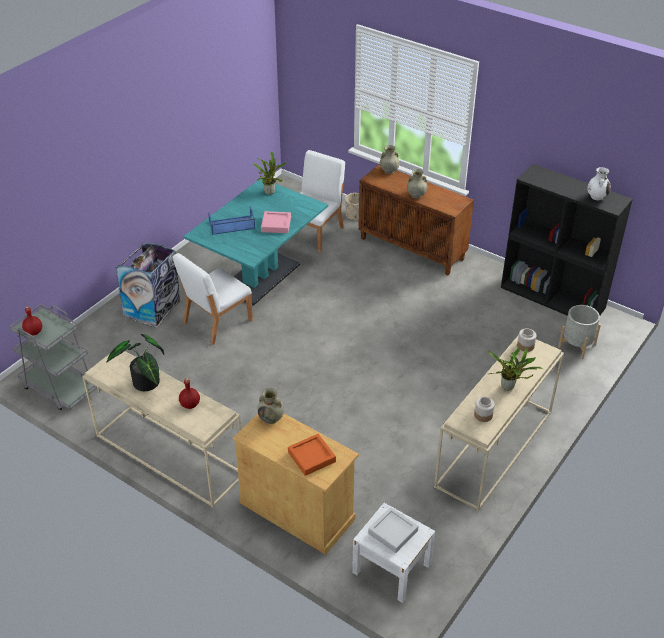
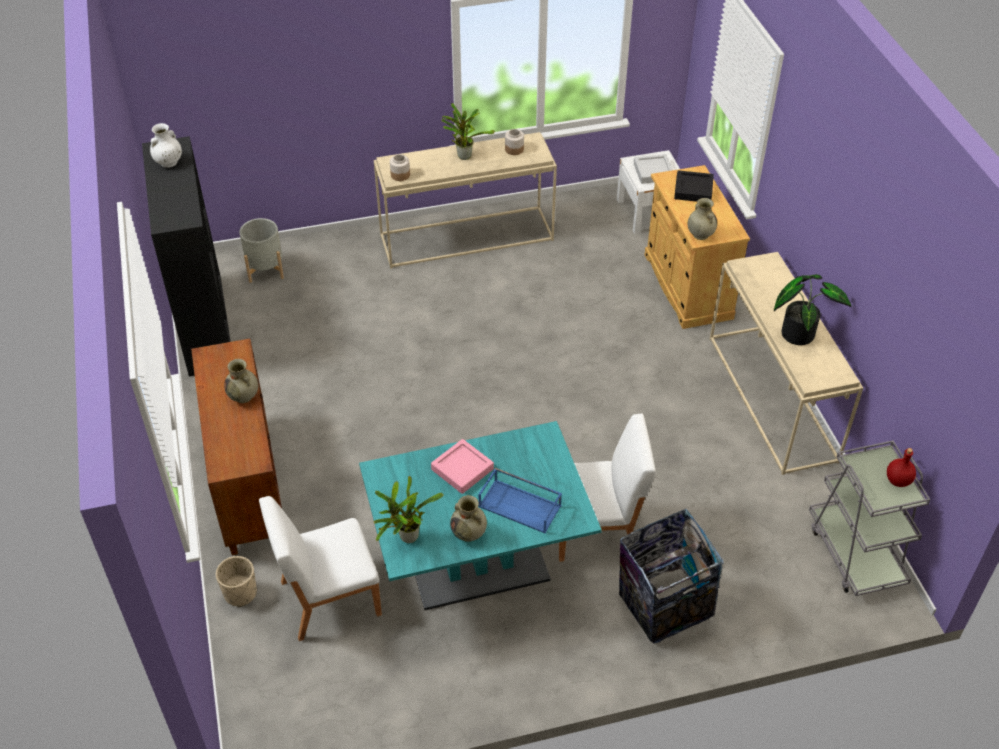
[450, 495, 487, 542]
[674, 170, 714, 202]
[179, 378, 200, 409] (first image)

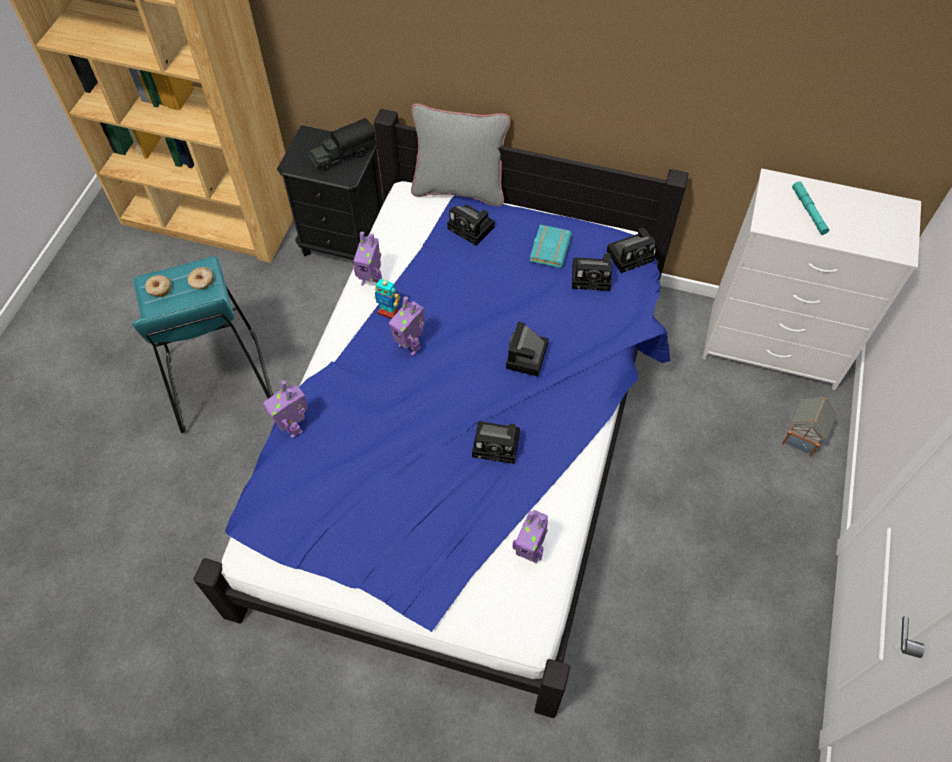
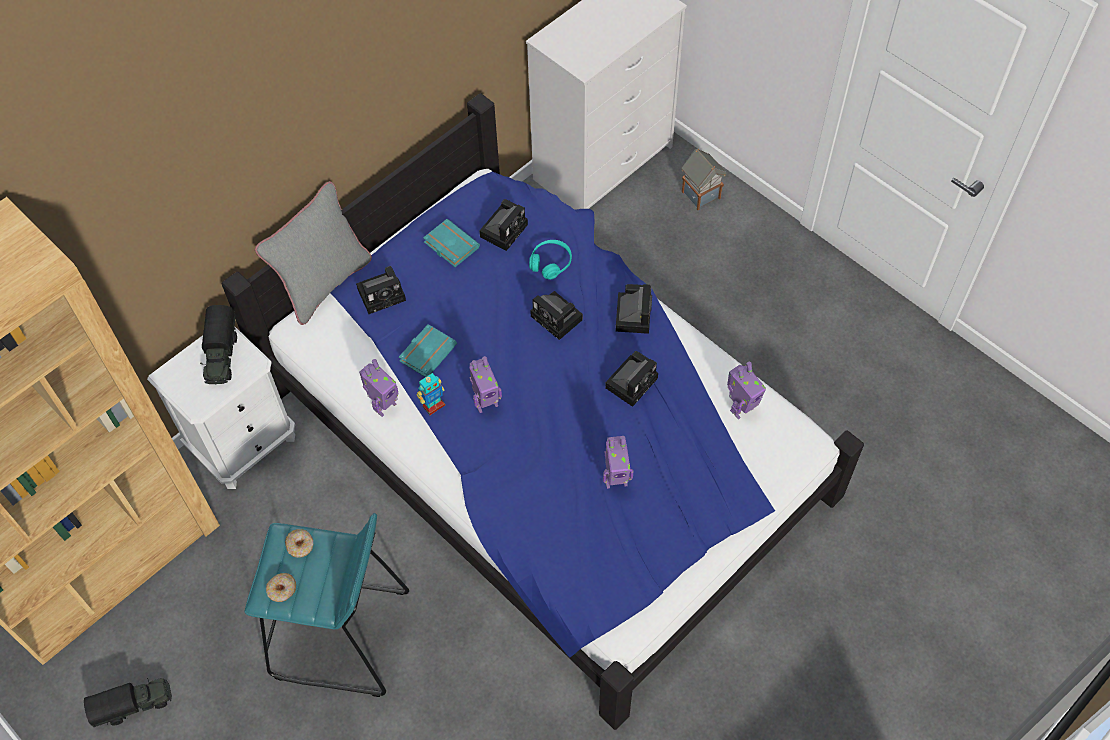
[84, 678, 172, 727]
[147, 327, 295, 489]
[399, 324, 457, 377]
[529, 240, 572, 279]
[603, 436, 633, 489]
[616, 284, 652, 334]
[792, 181, 829, 235] (first image)

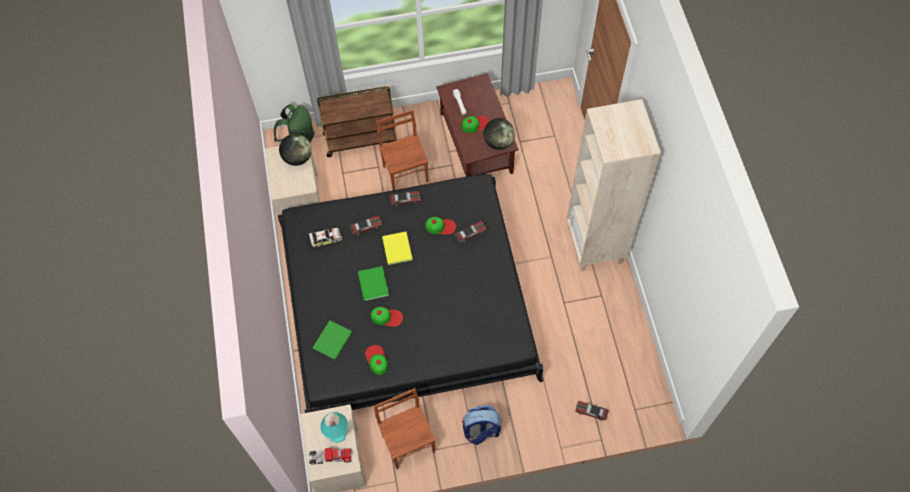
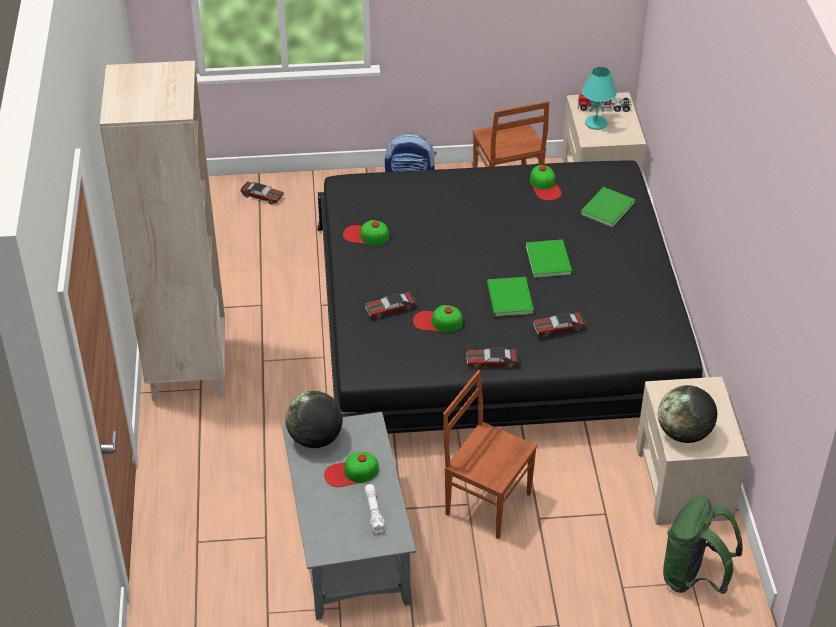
[282, 412, 416, 620]
[343, 220, 390, 245]
[443, 370, 537, 539]
[487, 277, 534, 317]
[308, 228, 342, 247] (first image)
[317, 86, 397, 157] (first image)

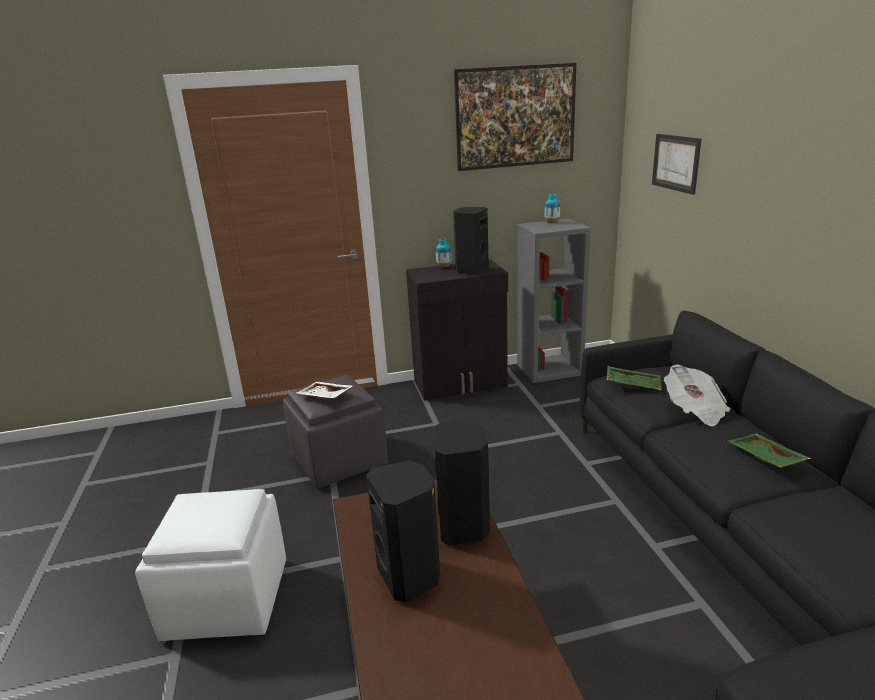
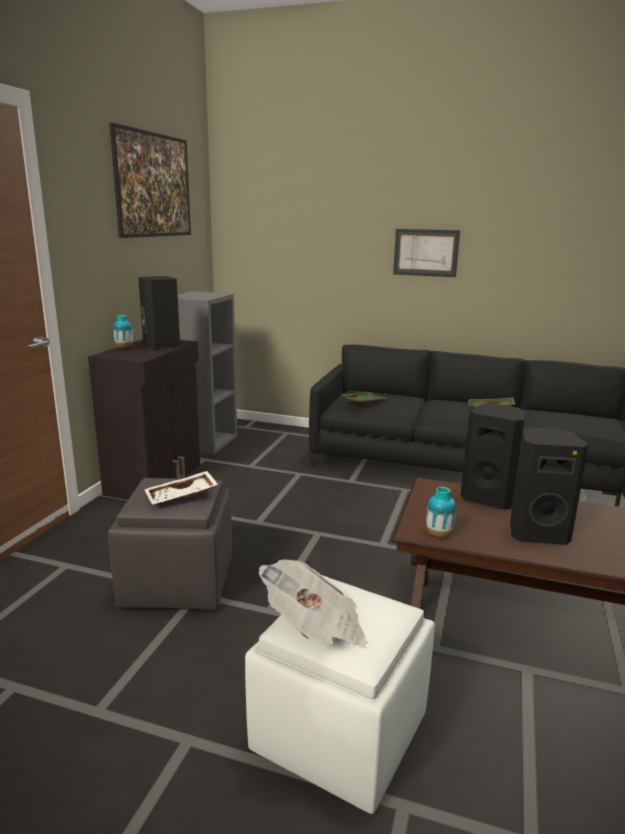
[259, 560, 368, 646]
[393, 229, 460, 277]
[426, 487, 456, 538]

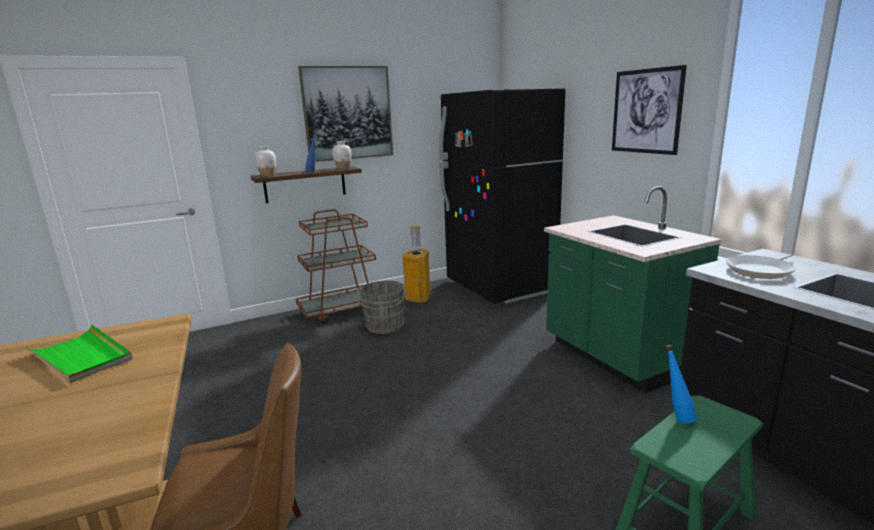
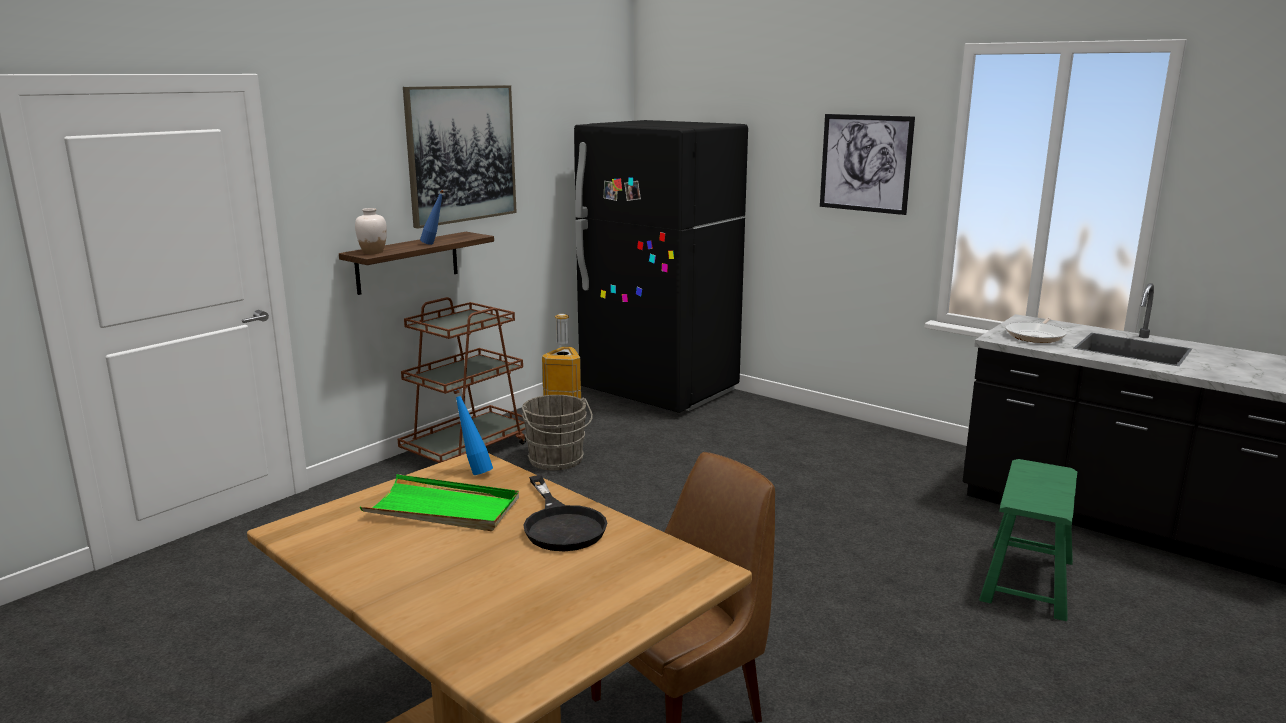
[453, 389, 493, 475]
[523, 475, 607, 551]
[332, 141, 351, 169] (first image)
[544, 186, 722, 393] (first image)

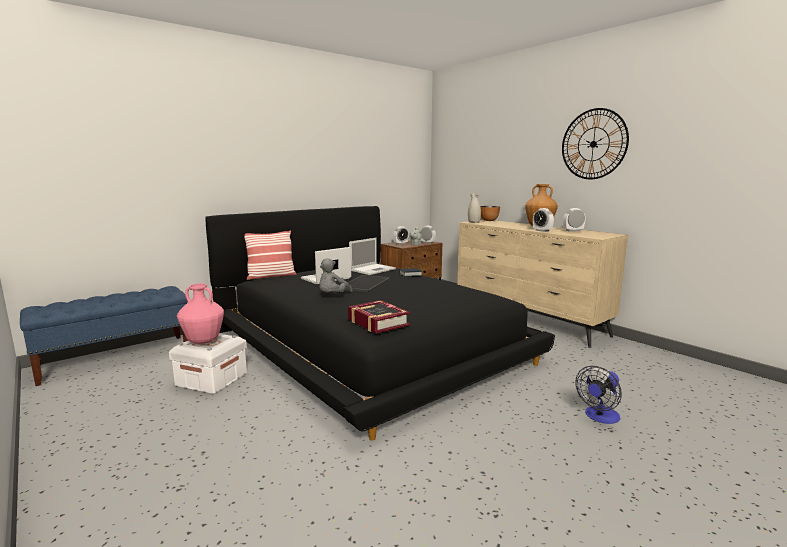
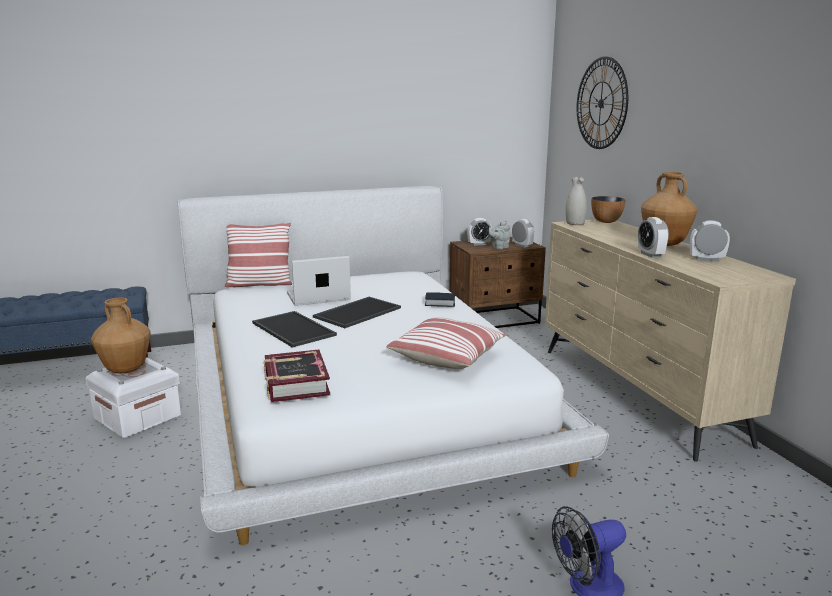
[91, 298, 150, 373]
[178, 186, 609, 545]
[252, 311, 337, 348]
[387, 317, 506, 369]
[577, 56, 628, 149]
[349, 238, 396, 275] (first image)

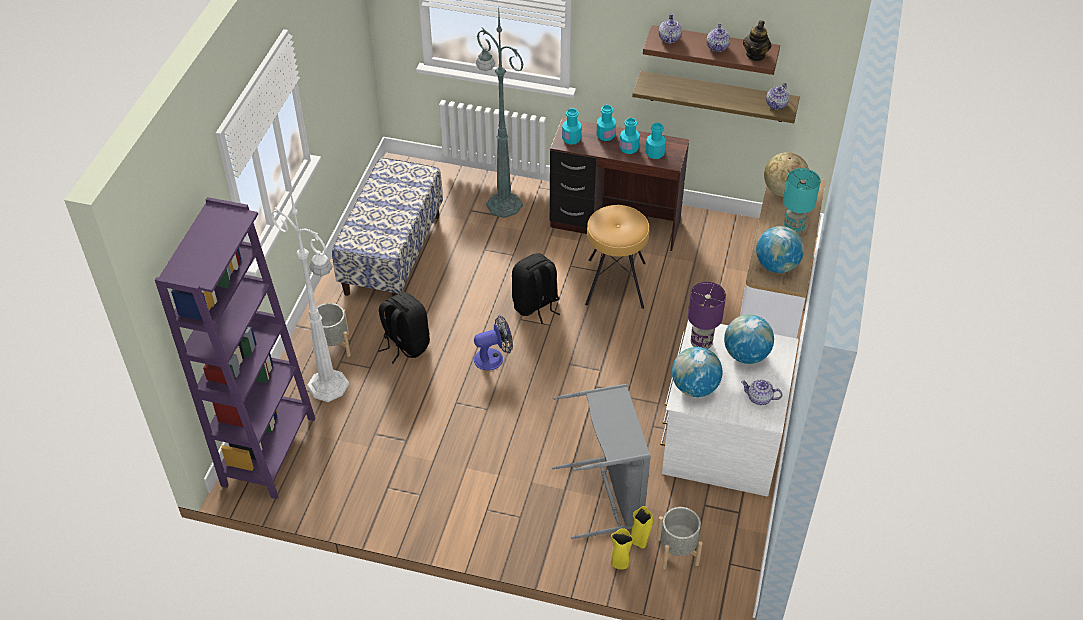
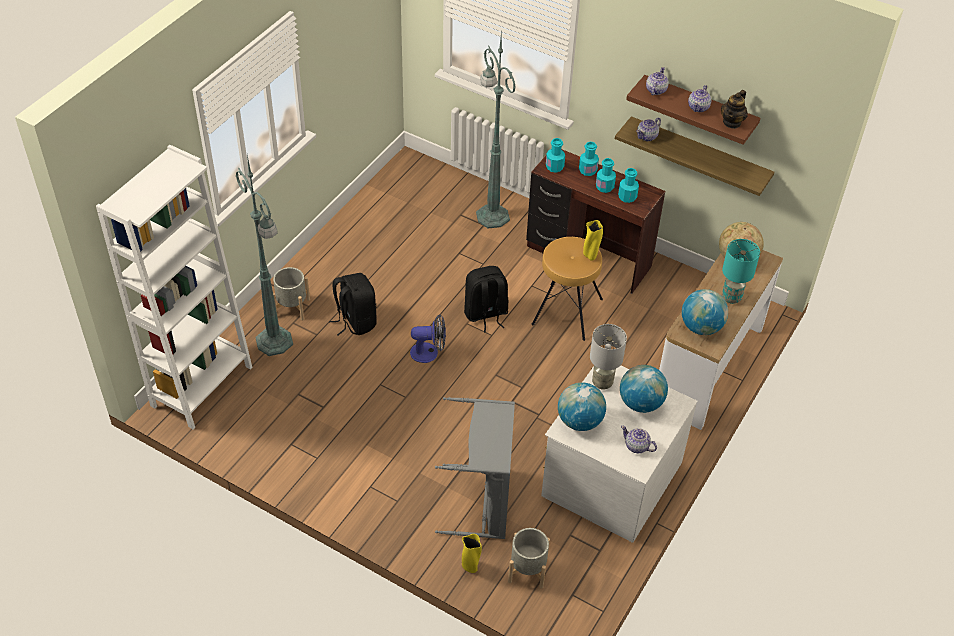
[96, 145, 252, 429]
[235, 155, 293, 356]
[583, 220, 603, 261]
[590, 324, 627, 389]
[636, 118, 661, 141]
[332, 157, 443, 297] (first image)

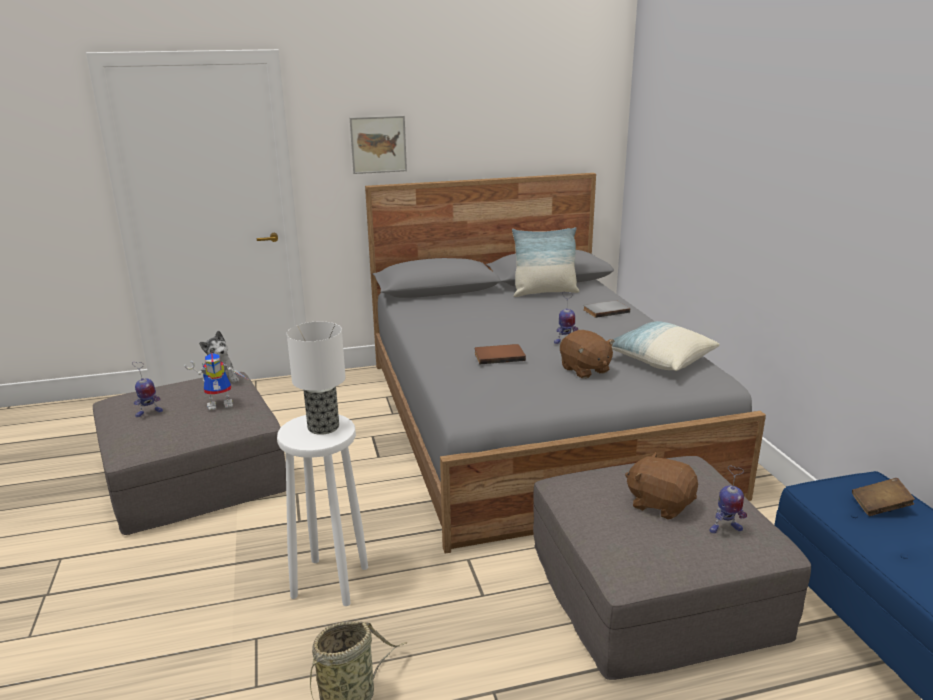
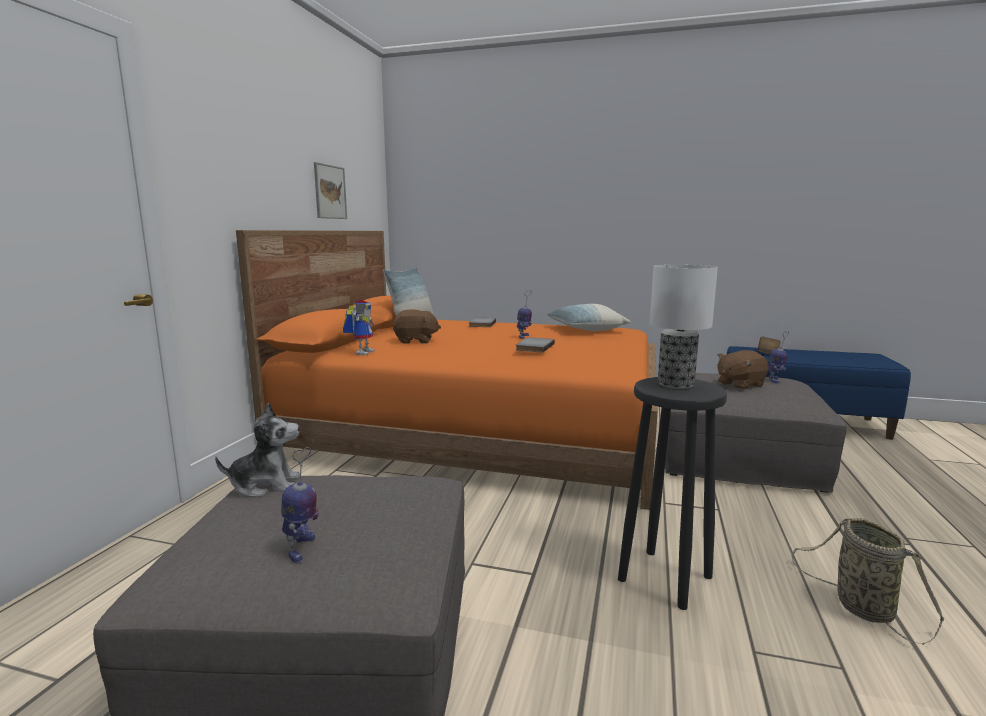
[236, 230, 658, 510]
[314, 162, 347, 219]
[343, 300, 375, 355]
[393, 309, 441, 344]
[516, 337, 555, 353]
[618, 377, 727, 610]

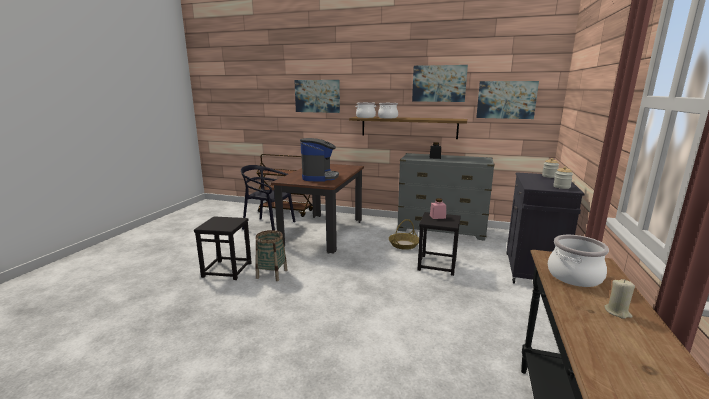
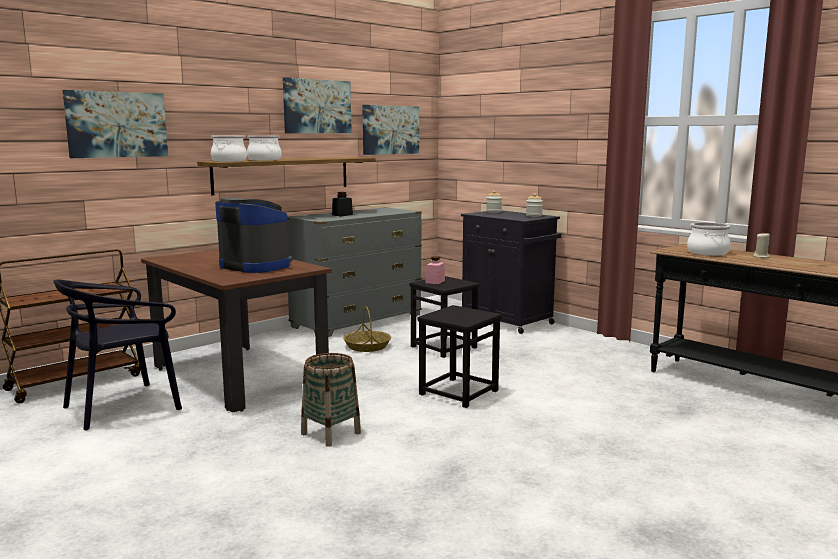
[418, 305, 502, 408]

